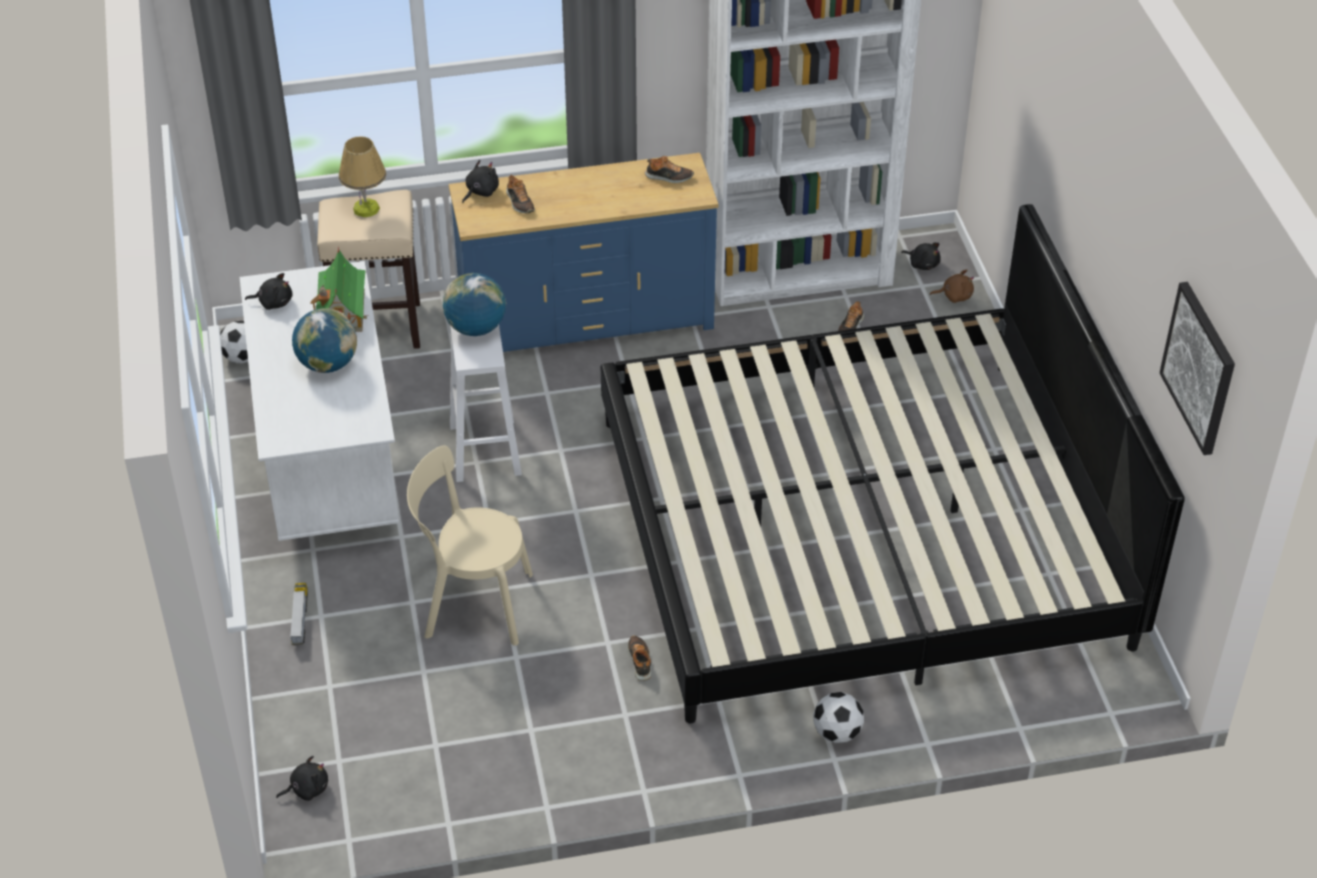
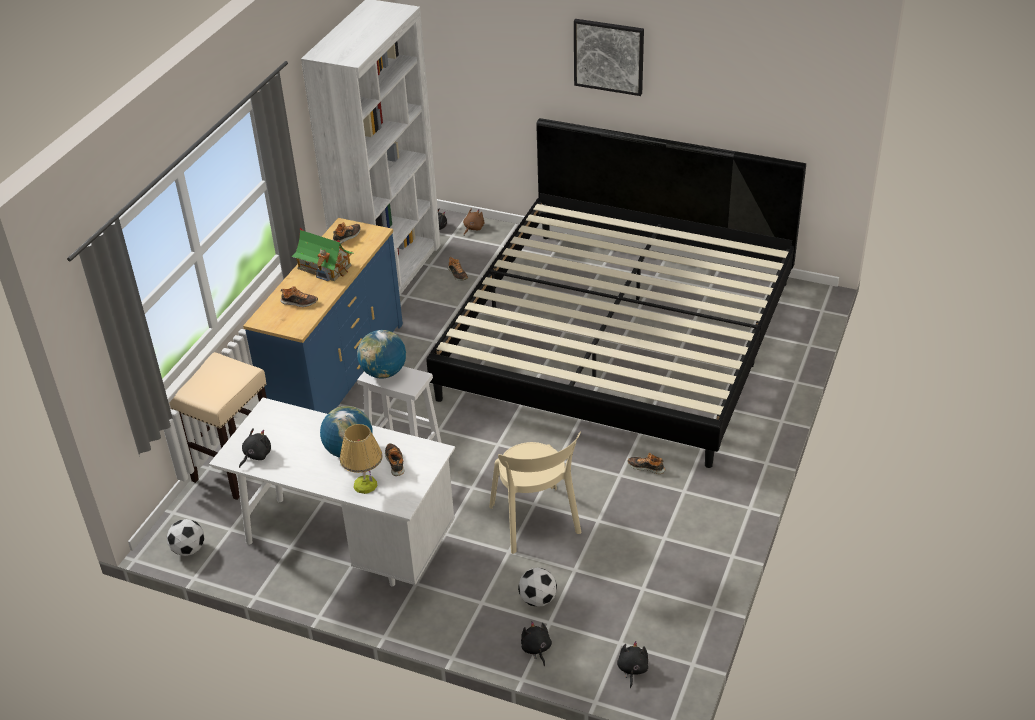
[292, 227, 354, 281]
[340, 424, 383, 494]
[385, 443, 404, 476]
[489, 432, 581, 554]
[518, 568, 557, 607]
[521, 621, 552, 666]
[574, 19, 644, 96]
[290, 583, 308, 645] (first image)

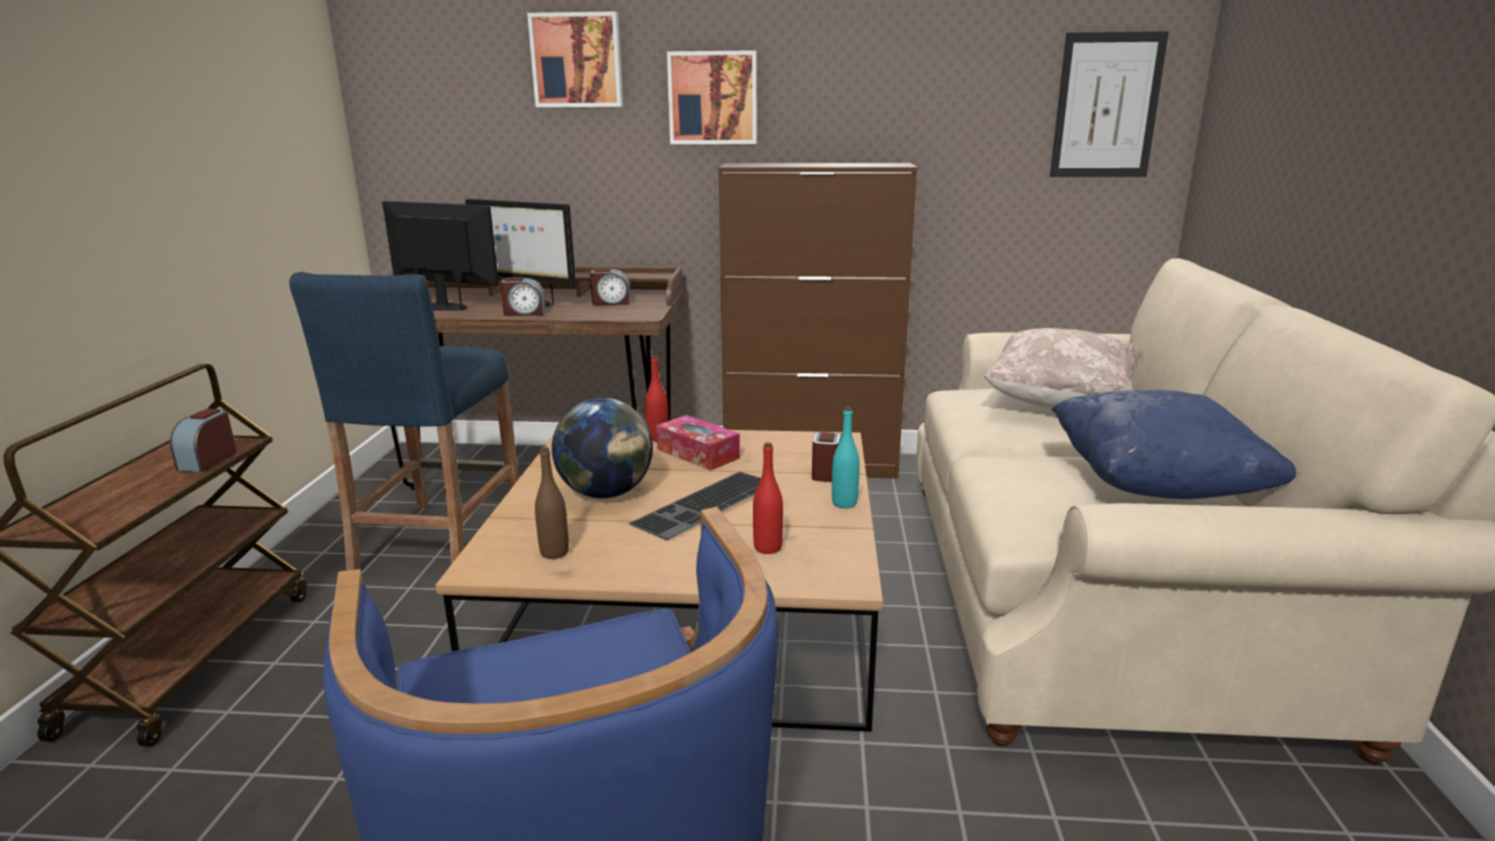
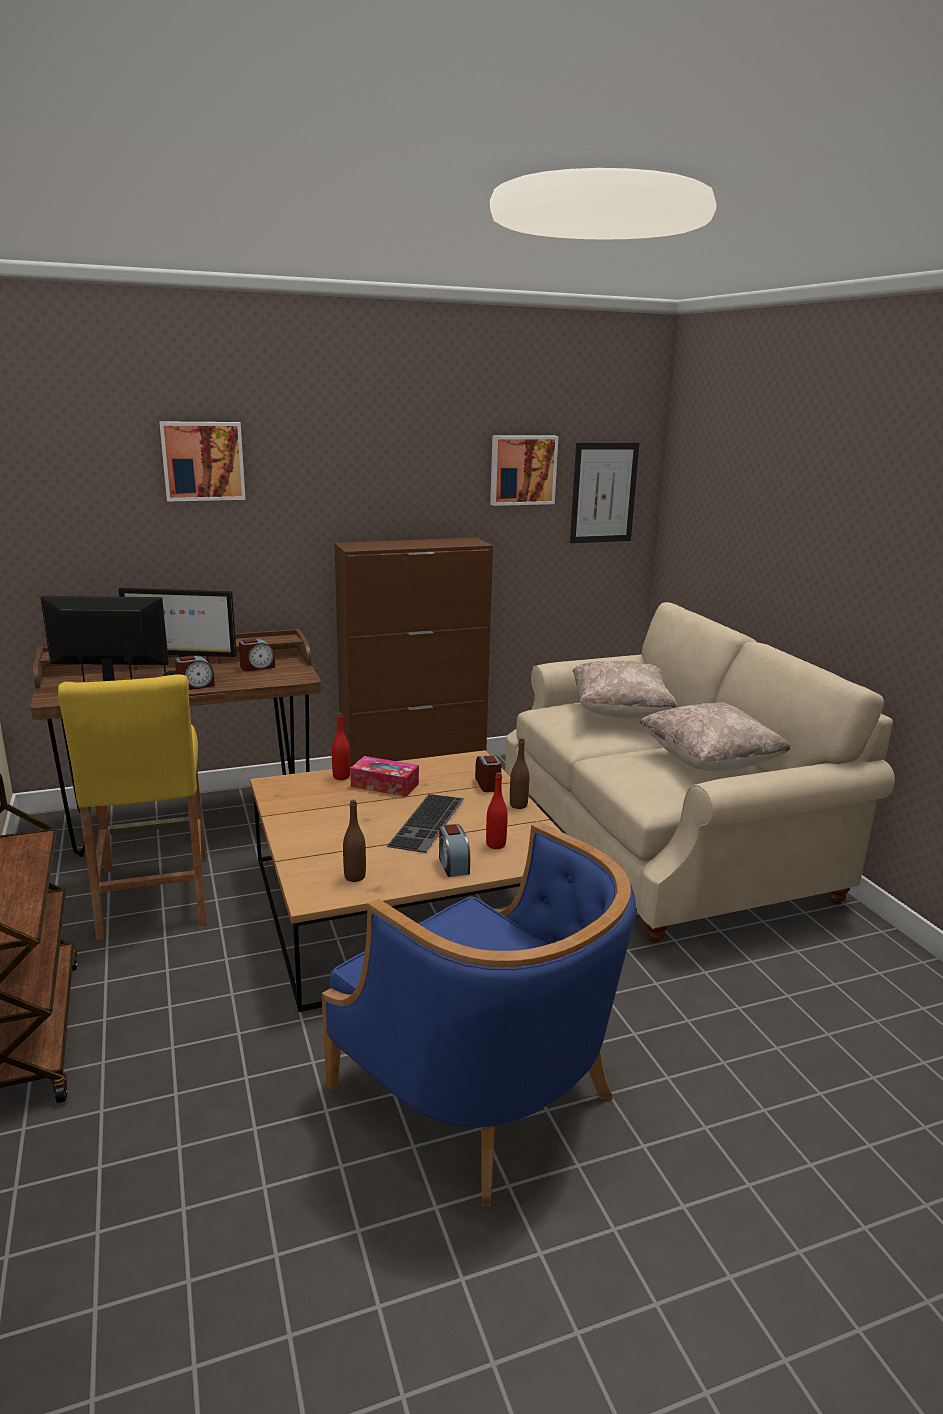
[58, 675, 207, 940]
[439, 824, 470, 877]
[490, 435, 559, 506]
[510, 738, 529, 809]
[639, 703, 790, 771]
[552, 398, 653, 498] (first image)

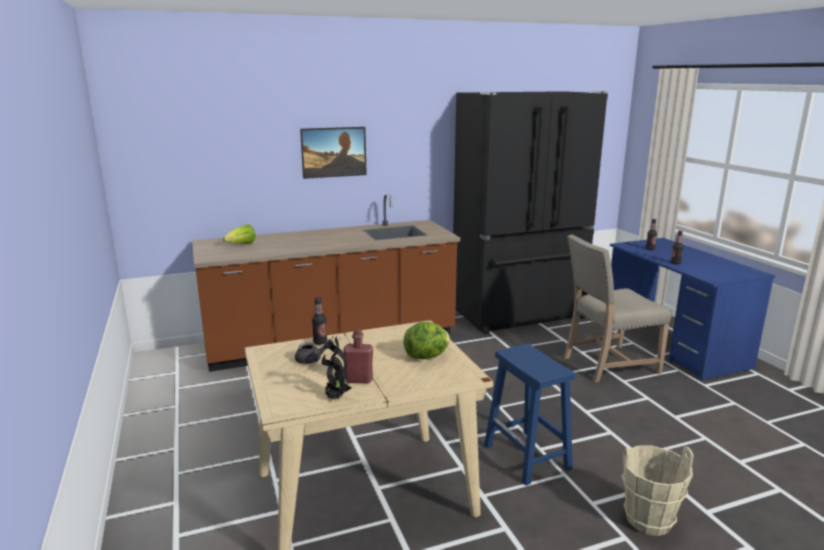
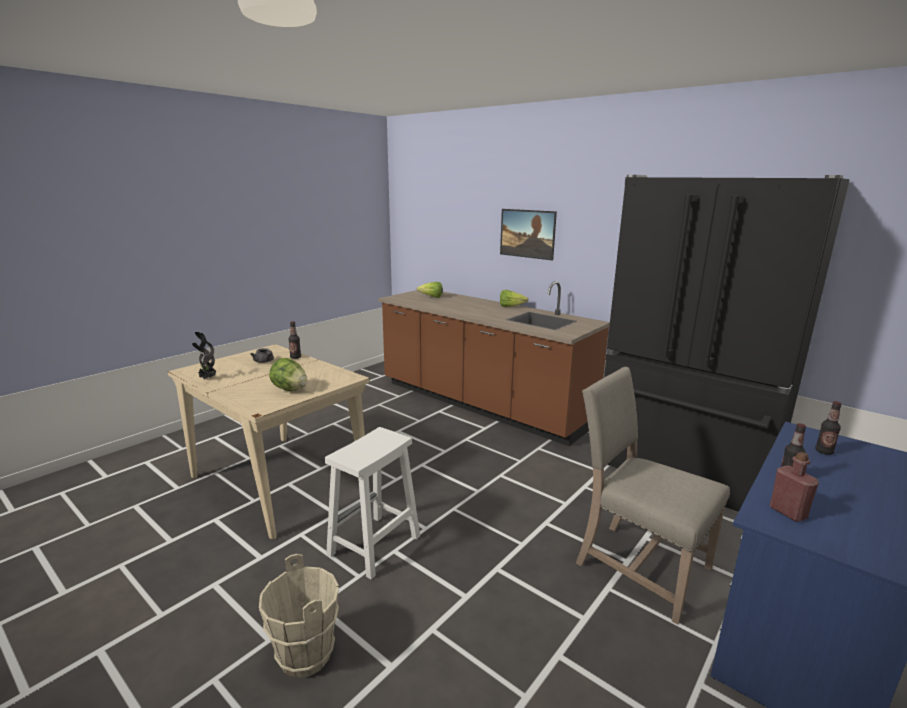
[325, 427, 420, 579]
[500, 290, 529, 307]
[770, 452, 819, 522]

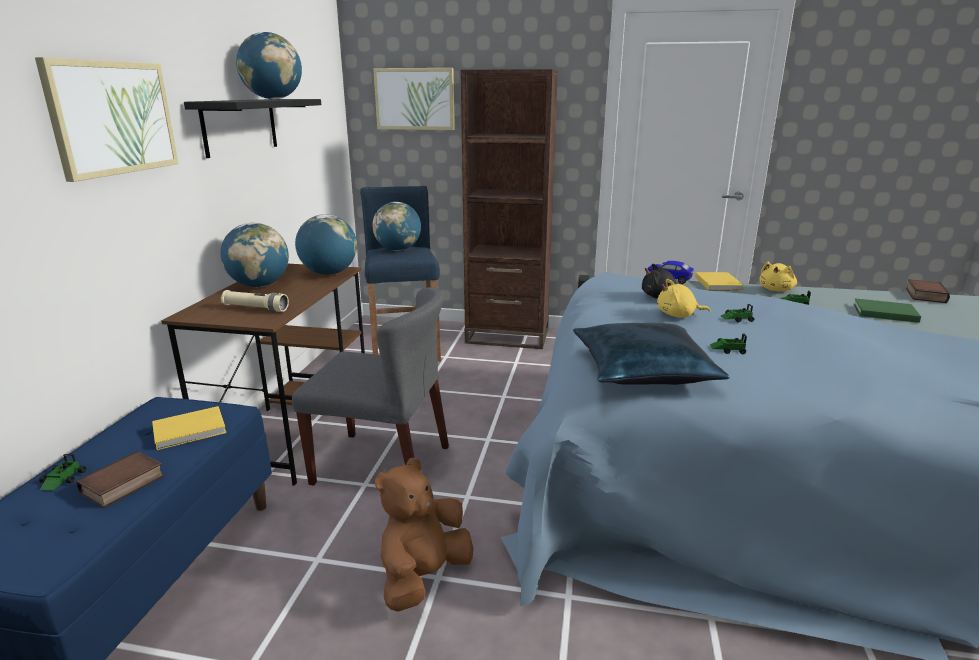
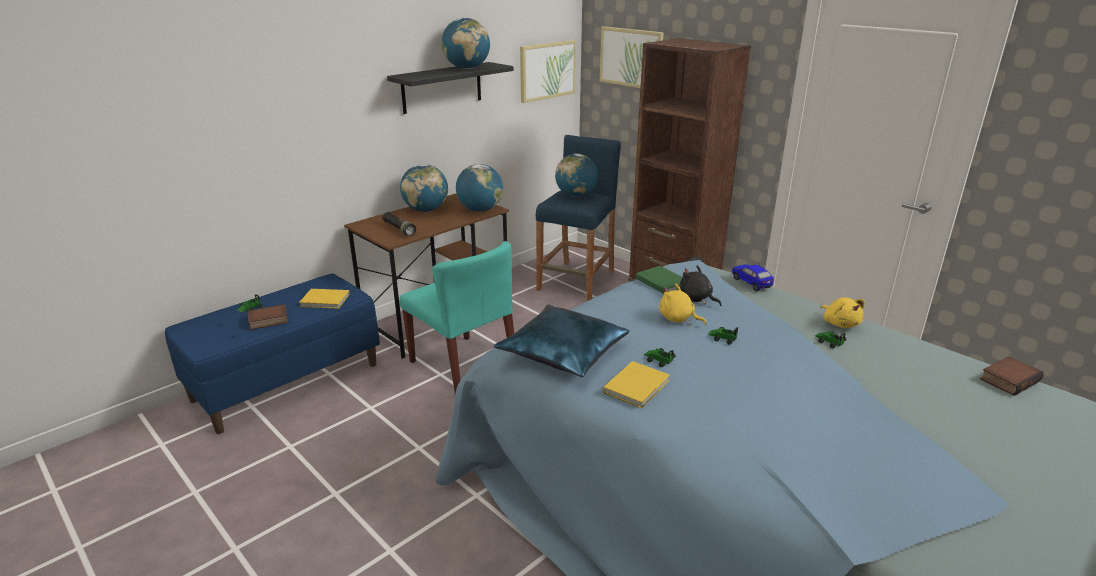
[382, 212, 416, 236]
[400, 241, 514, 394]
[520, 40, 576, 103]
[603, 361, 670, 409]
[636, 266, 683, 294]
[821, 298, 865, 328]
[375, 457, 473, 612] (first image)

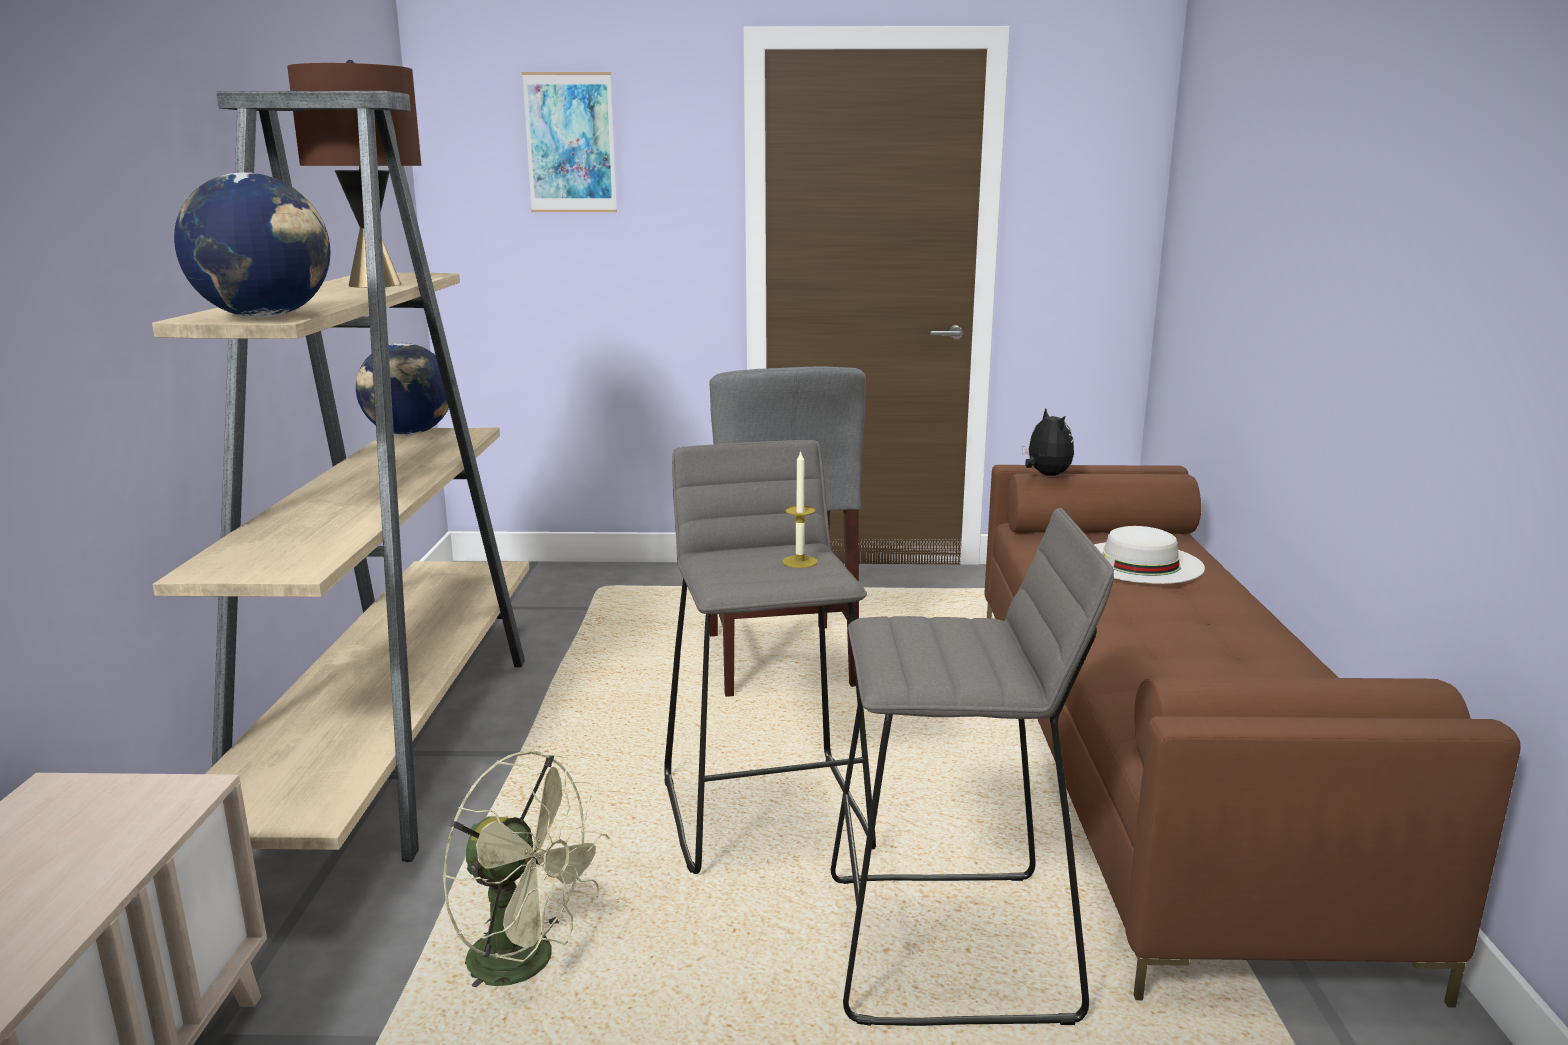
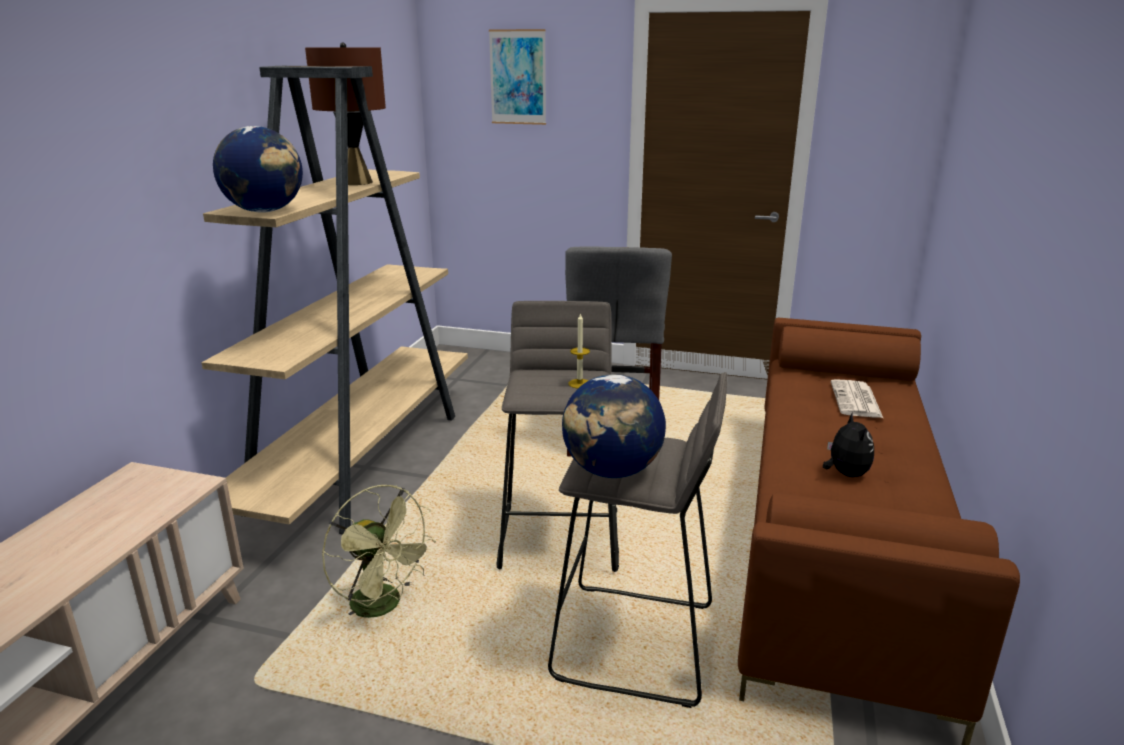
[562, 374, 666, 478]
[823, 412, 874, 477]
[831, 379, 883, 418]

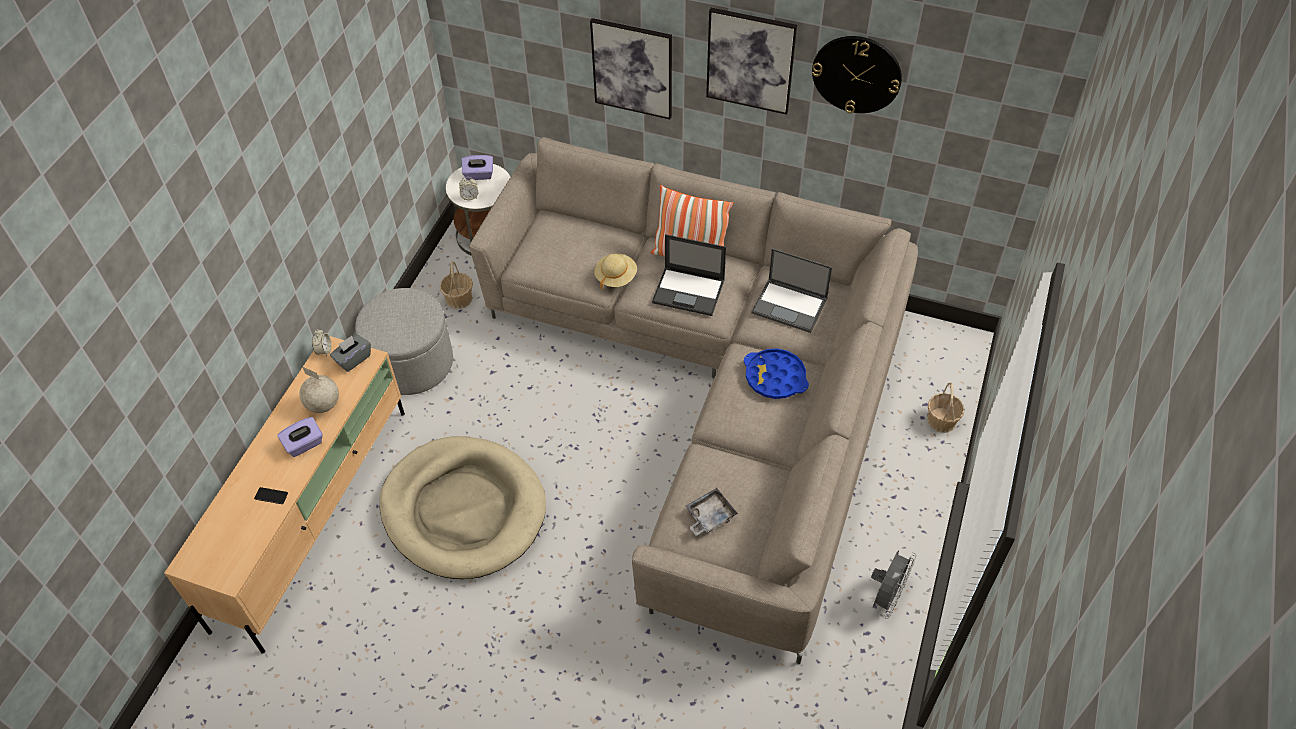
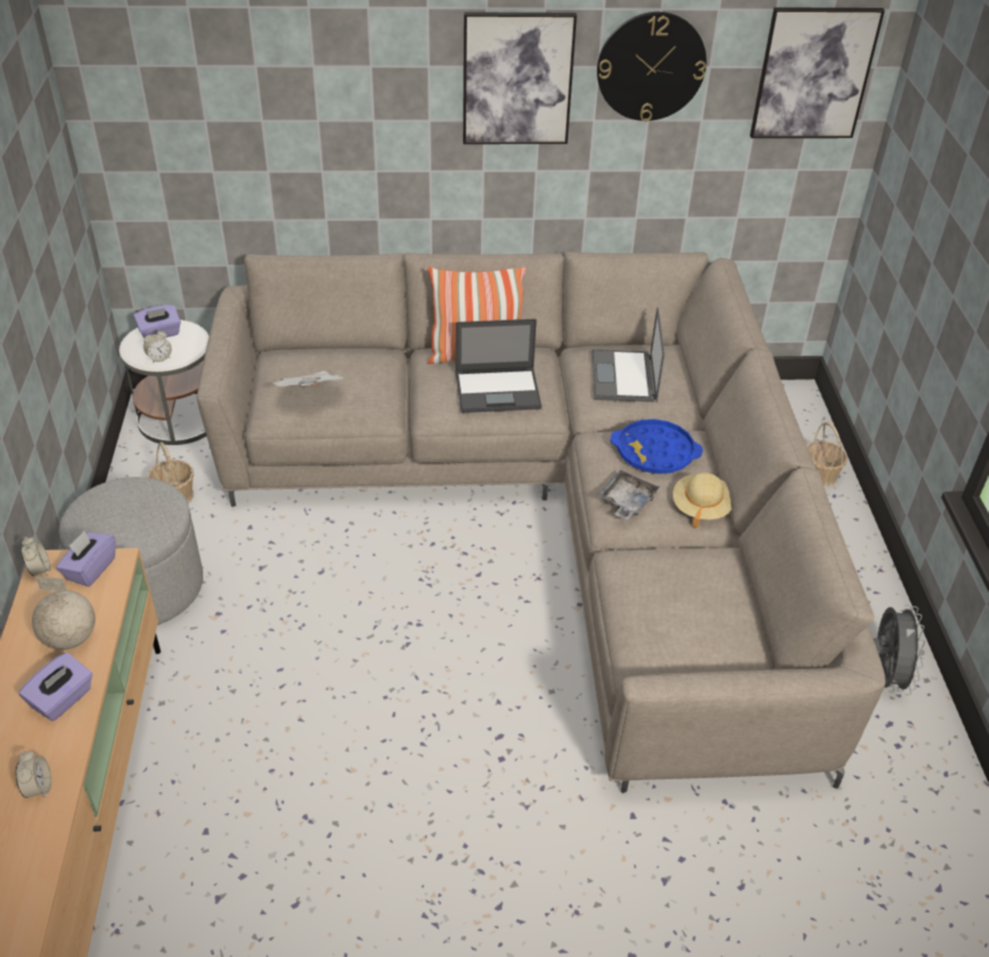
[16, 751, 51, 798]
[56, 530, 116, 587]
[273, 371, 346, 387]
[592, 307, 665, 402]
[597, 470, 660, 520]
[673, 472, 732, 528]
[750, 7, 885, 138]
[379, 436, 546, 579] (first image)

